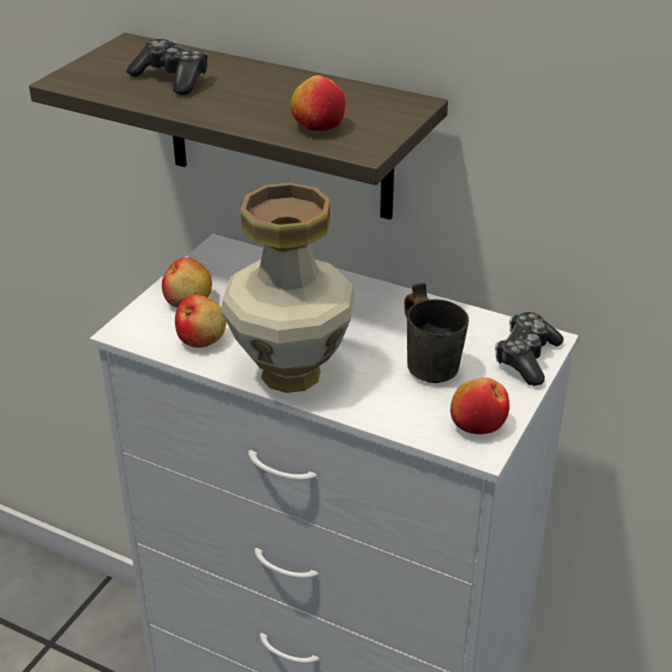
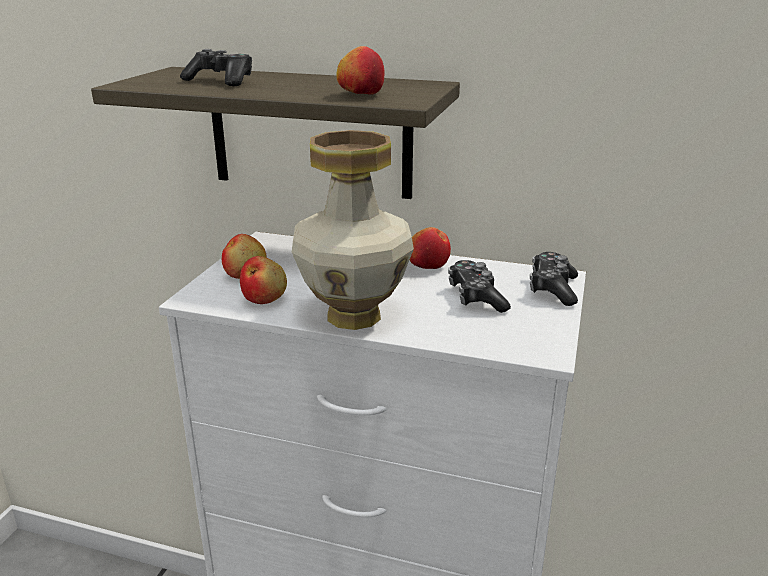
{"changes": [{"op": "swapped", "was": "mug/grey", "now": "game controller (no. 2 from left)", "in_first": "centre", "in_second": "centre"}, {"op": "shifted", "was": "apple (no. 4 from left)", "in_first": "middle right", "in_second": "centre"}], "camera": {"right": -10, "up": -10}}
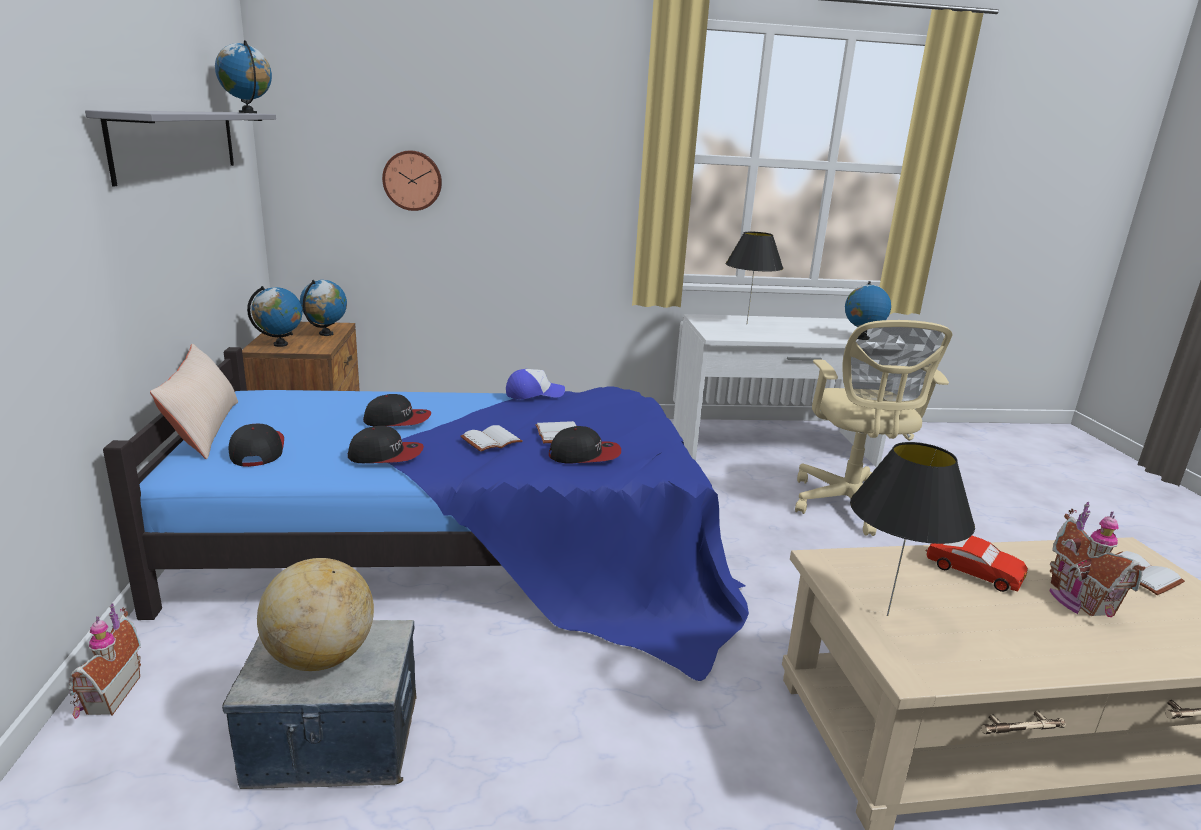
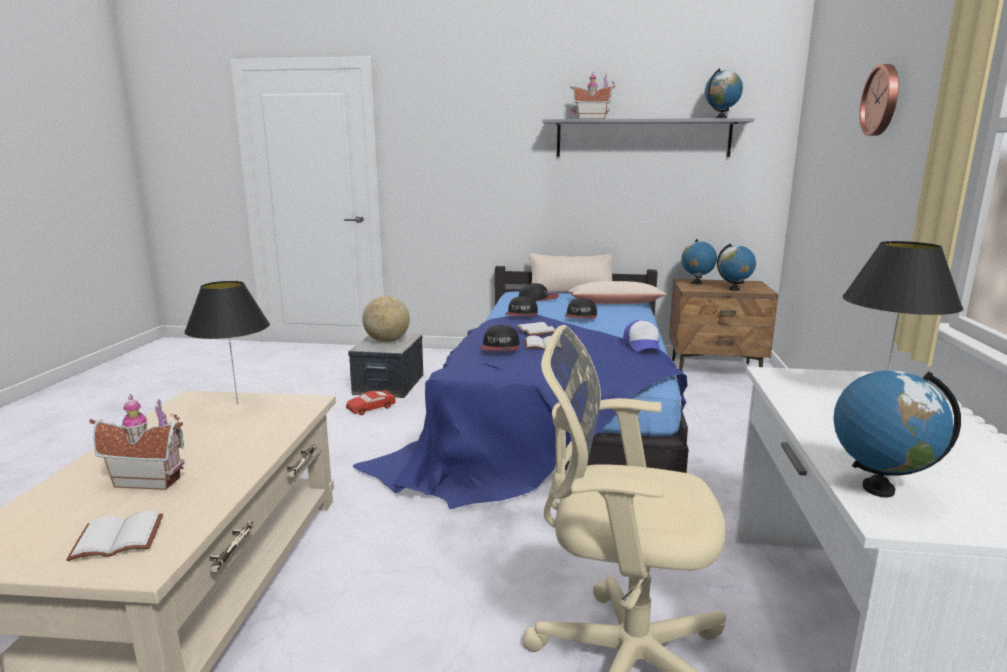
{"changes": [{"op": "shifted", "was": "toy house (no. 1 from left in the first image)", "now": "toy house (no. 2 from left)", "in_first": "bottom left", "in_second": "top centre"}, {"op": "shifted", "was": "wall clock", "in_first": "top centre", "in_second": "top right"}, {"op": "shifted", "was": "toy car/red", "in_first": "bottom right", "in_second": "centre"}, {"op": "new", "now": "pillow/beige (no. 2 from left)", "in_second": "centre"}], "camera": {"right": 105, "up": -5}}
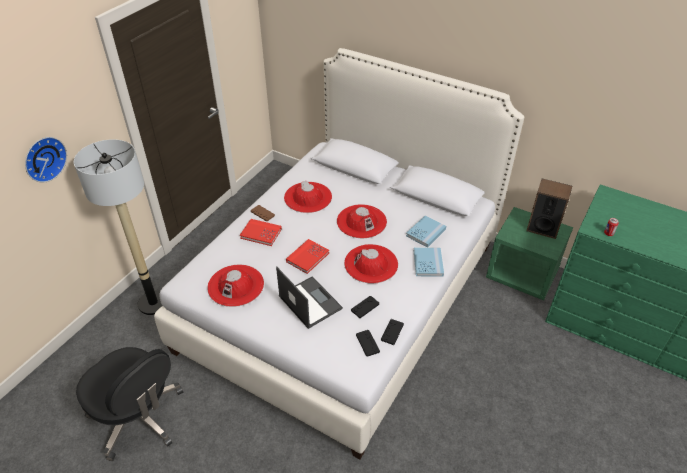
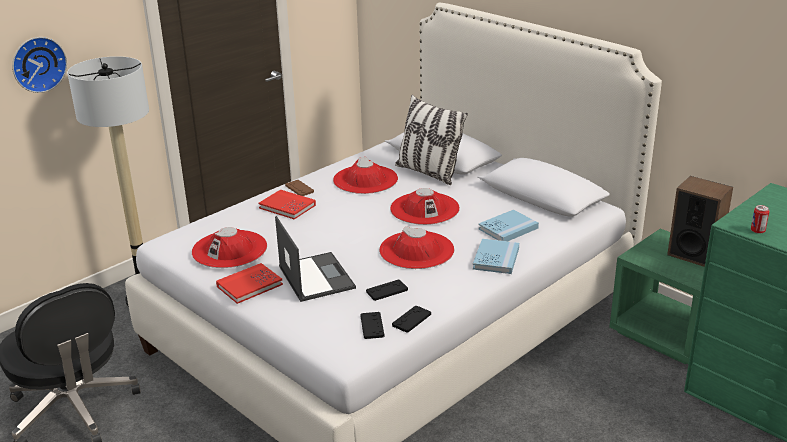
{"changes": [{"op": "shifted", "was": "book/red (no. 2 from left in the first image)", "now": "book/red (no. 1 from left)", "in_first": "centre", "in_second": "middle left"}, {"op": "new", "now": "pillow", "in_second": "top centre"}], "camera": {"right": 15, "up": -15}}
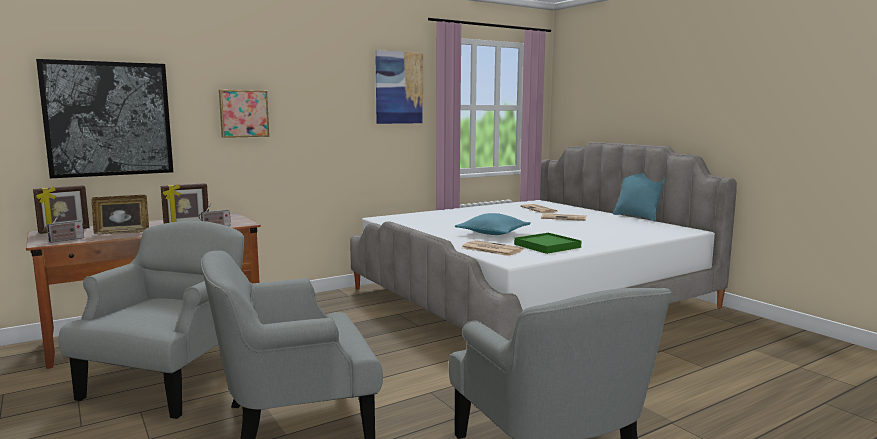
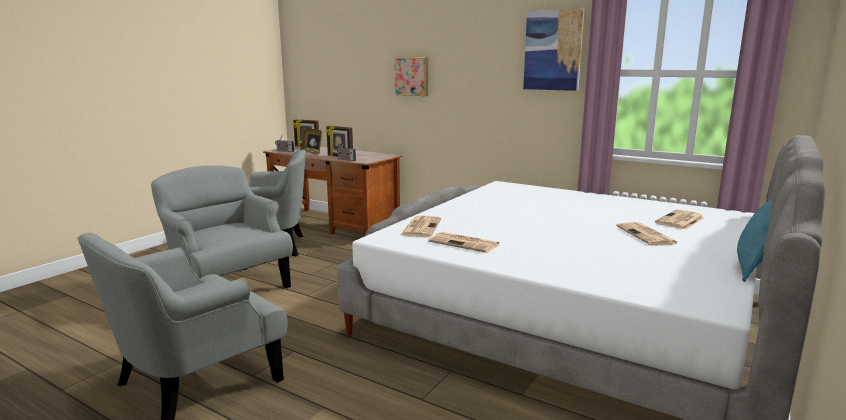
{"changes": [{"op": "gone", "was": "picture (no. 1 from left)", "in_first": "top left"}, {"op": "gone", "was": "pillow/turquoise (no. 1 from left)", "in_first": "centre"}, {"op": "swapped", "was": "tray/green", "now": "newspaper (no. 2 from left)", "in_first": "centre", "in_second": "centre"}], "camera": {"right": 65, "up": 5}}
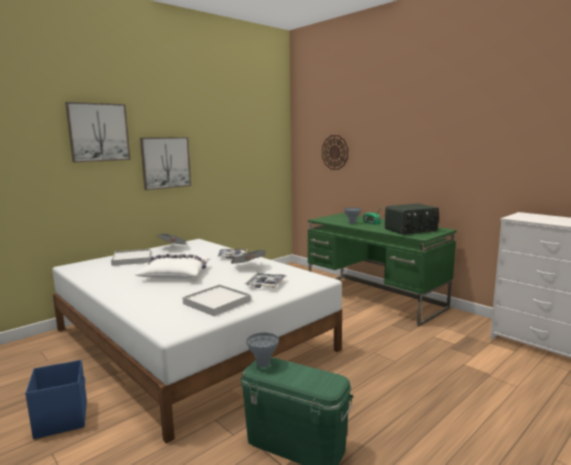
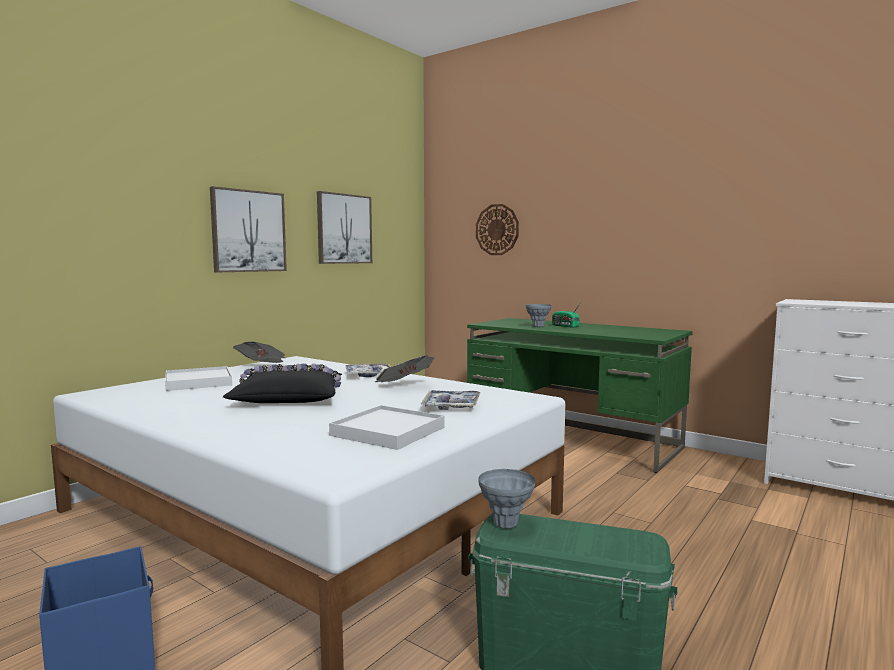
{"changes": [{"op": "shifted", "was": "picture (no. 1 from left in the first image)", "now": "picture (no. 2 from left)", "in_first": "top left", "in_second": "centre"}, {"op": "repainted", "was": "pillow/white", "now": "pillow/black", "in_first": "middle left", "in_second": "middle left"}, {"op": "gone", "was": "radio (no. 2 from left)", "in_first": "middle right"}], "camera": {"right": -10, "up": -5}}
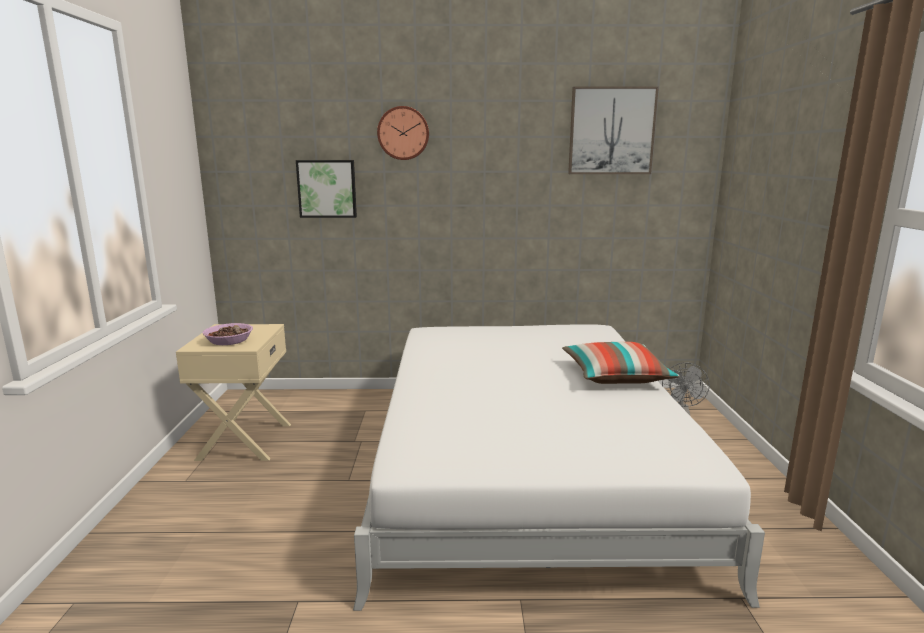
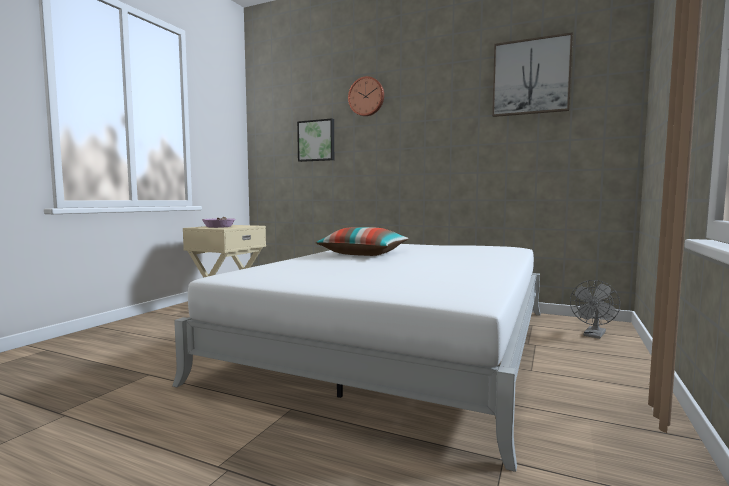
{"changes": [{"op": "shifted", "was": "pillow", "in_first": "middle right", "in_second": "centre"}], "camera": {"right": 25, "up": -10}}
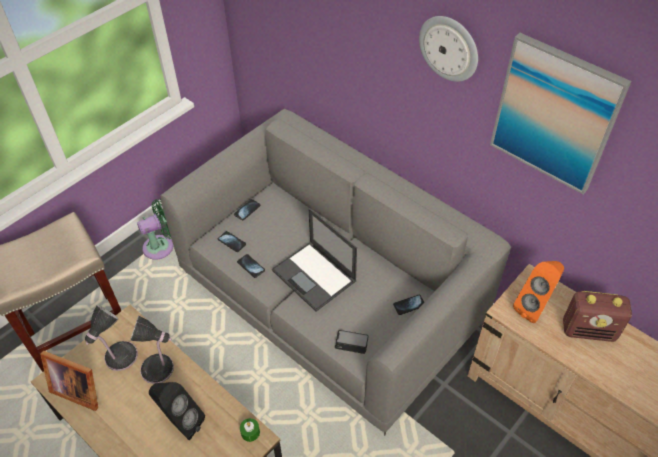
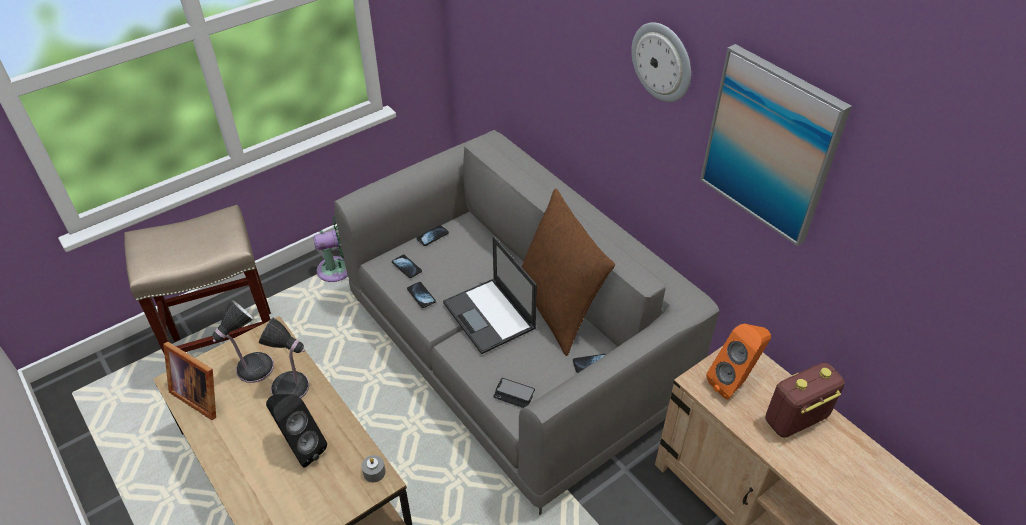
{"changes": [{"op": "repainted", "was": "candle/green", "now": "candle/grey", "in_first": "bottom centre", "in_second": "bottom centre"}, {"op": "rotated", "was": "radio", "in_first": "bottom right", "in_second": "bottom right", "clockwise": 135}, {"op": "new", "now": "pillow/brown", "in_second": "centre"}], "camera": {"right": 10, "up": -5}}
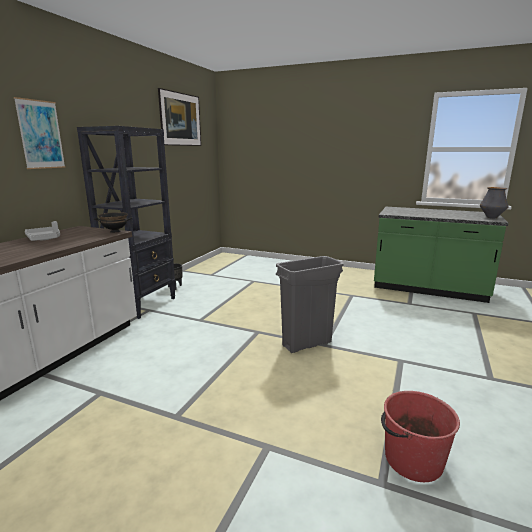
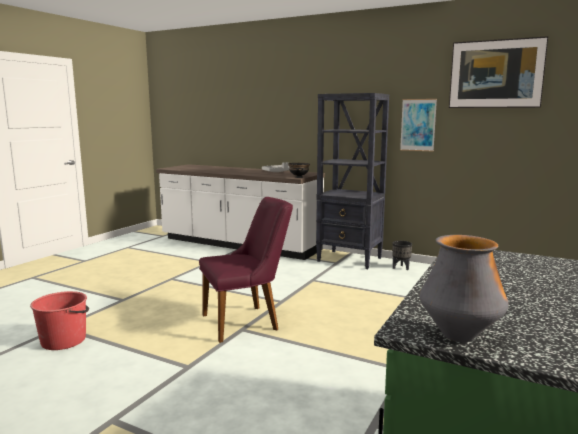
{"changes": [{"op": "shifted", "was": "picture (no. 1 from left)", "in_first": "top left", "in_second": "top right"}, {"op": "swapped", "was": "trash can/grey", "now": "chair/purple", "in_first": "centre", "in_second": "centre"}], "camera": {"right": 95, "up": -5}}
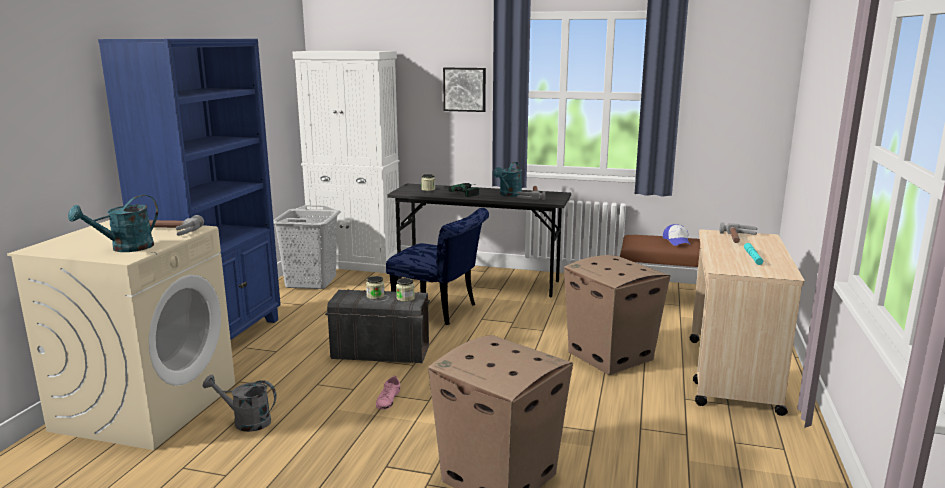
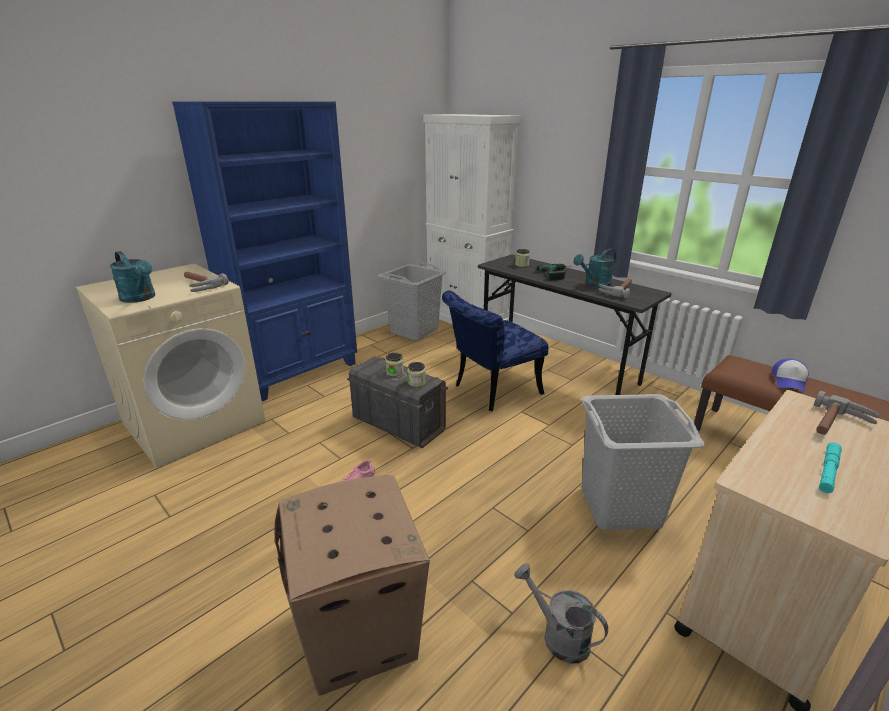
{"changes": [{"op": "rotated", "was": "watering can/turquoise (no. 1 from left)", "in_first": "middle left", "in_second": "middle left", "clockwise": -120}, {"op": "shifted", "was": "watering can/grey", "in_first": "bottom left", "in_second": "bottom centre"}, {"op": "rotated", "was": "chair/blue", "in_first": "centre", "in_second": "centre", "clockwise": 90}, {"op": "gone", "was": "picture", "in_first": "top centre"}, {"op": "swapped", "was": "cardboard box (no. 2 from left)", "now": "laundry basket/grey (no. 2 from left)", "in_first": "centre", "in_second": "middle right"}], "camera": {"right": 30, "up": 10}}
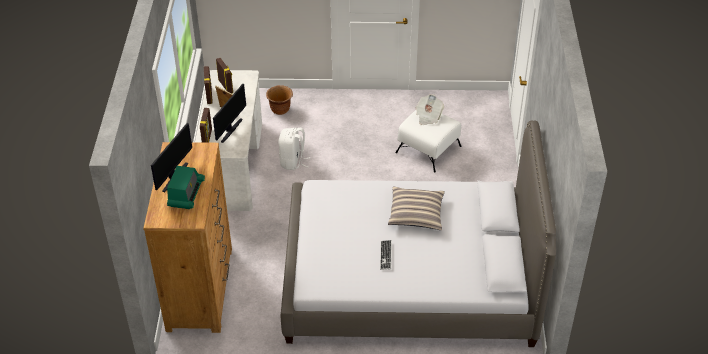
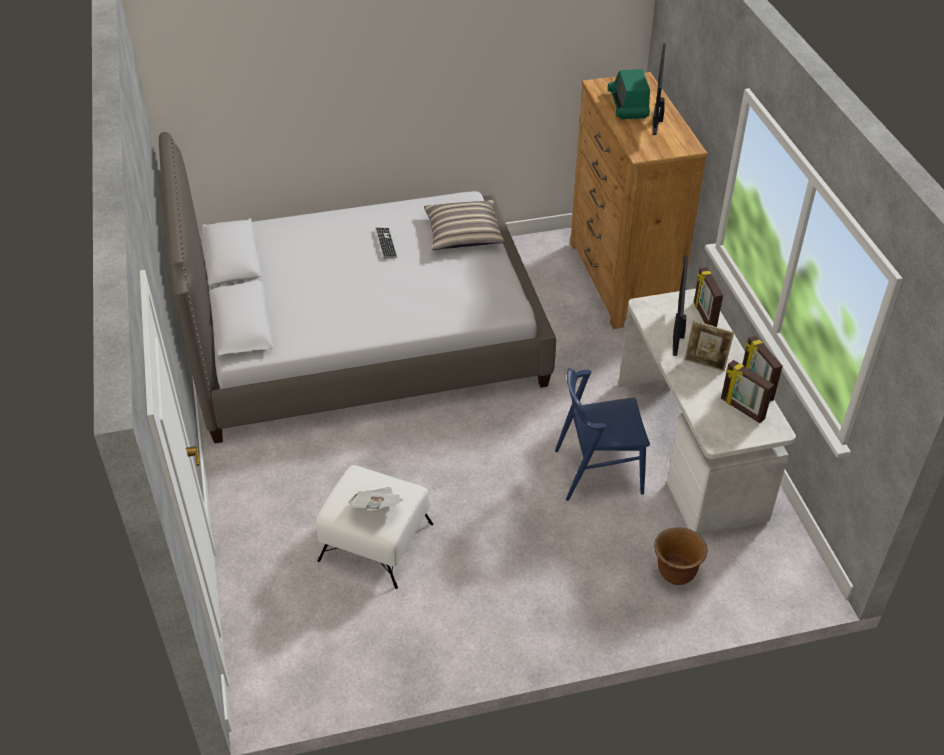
{"changes": [{"op": "swapped", "was": "backpack/white", "now": "chair/blue", "in_first": "centre", "in_second": "centre"}, {"op": "shifted", "was": "pillow", "in_first": "centre", "in_second": "top centre"}], "camera": {"right": 165, "up": 0}}
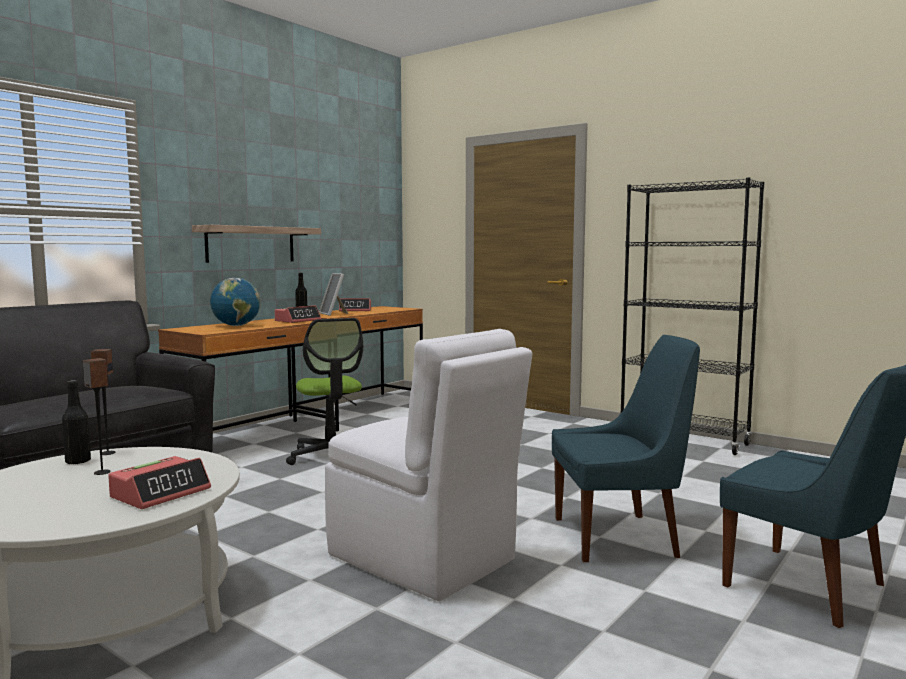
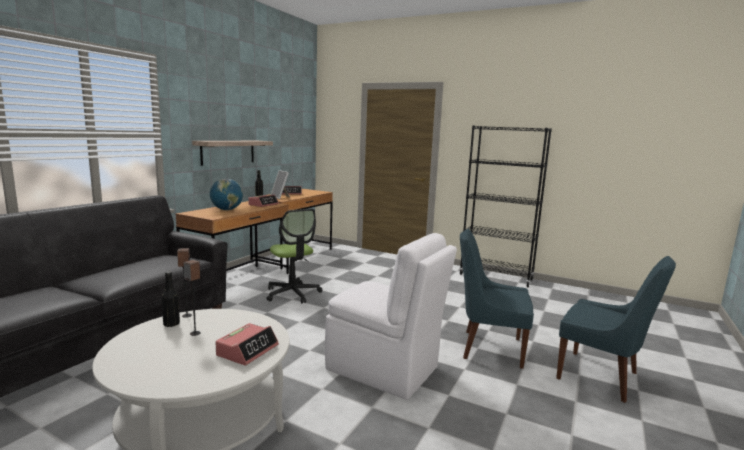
{"changes": [{"op": "rotated", "was": "chair/blue (no. 1 from left)", "in_first": "middle right", "in_second": "middle right", "clockwise": -150}], "camera": {"right": -10, "up": 5}}
